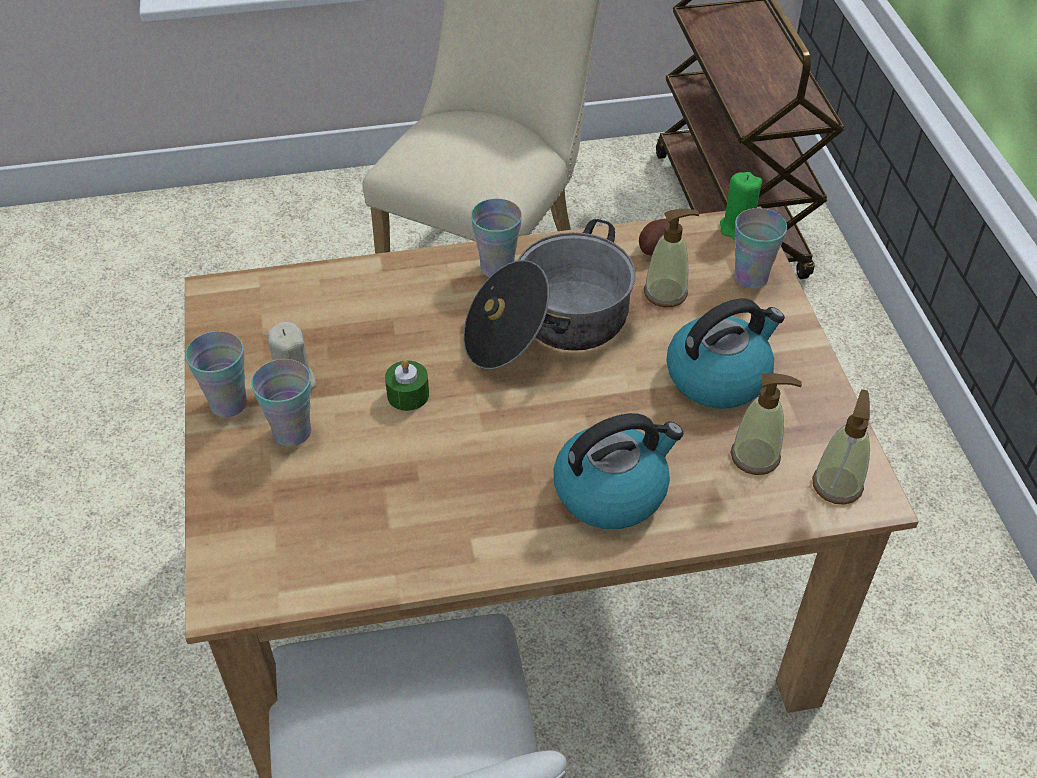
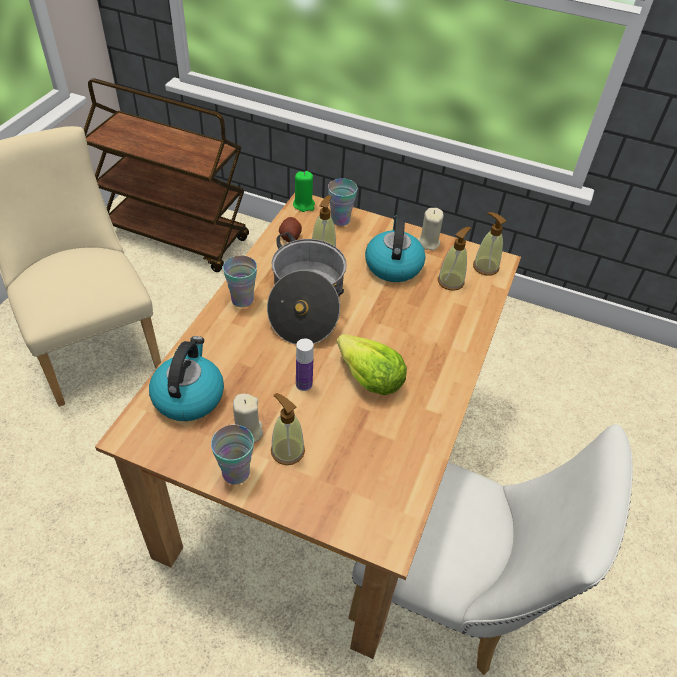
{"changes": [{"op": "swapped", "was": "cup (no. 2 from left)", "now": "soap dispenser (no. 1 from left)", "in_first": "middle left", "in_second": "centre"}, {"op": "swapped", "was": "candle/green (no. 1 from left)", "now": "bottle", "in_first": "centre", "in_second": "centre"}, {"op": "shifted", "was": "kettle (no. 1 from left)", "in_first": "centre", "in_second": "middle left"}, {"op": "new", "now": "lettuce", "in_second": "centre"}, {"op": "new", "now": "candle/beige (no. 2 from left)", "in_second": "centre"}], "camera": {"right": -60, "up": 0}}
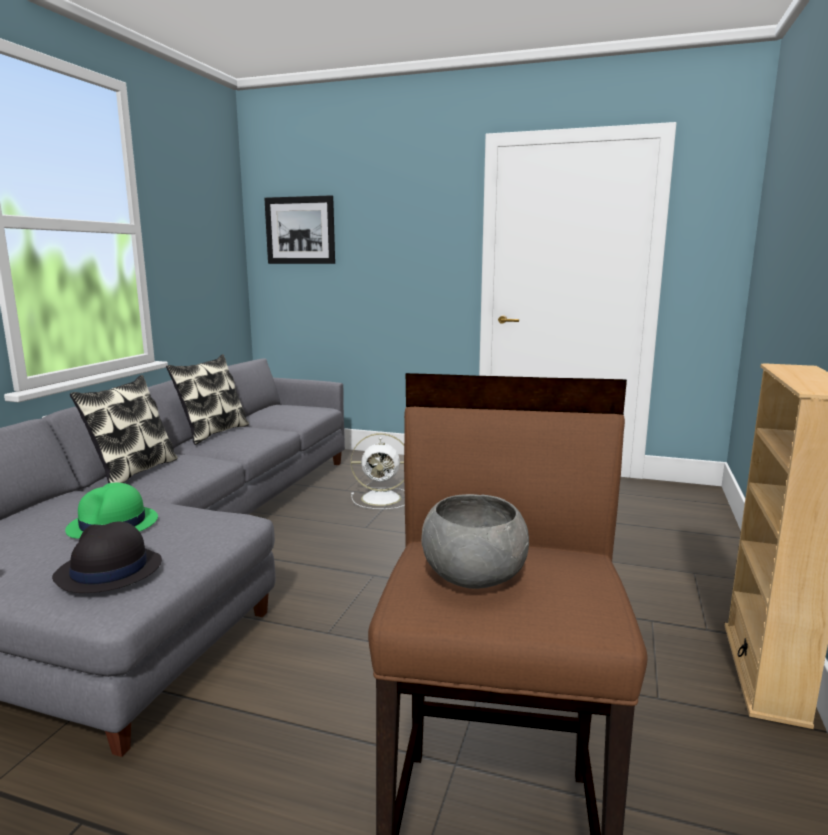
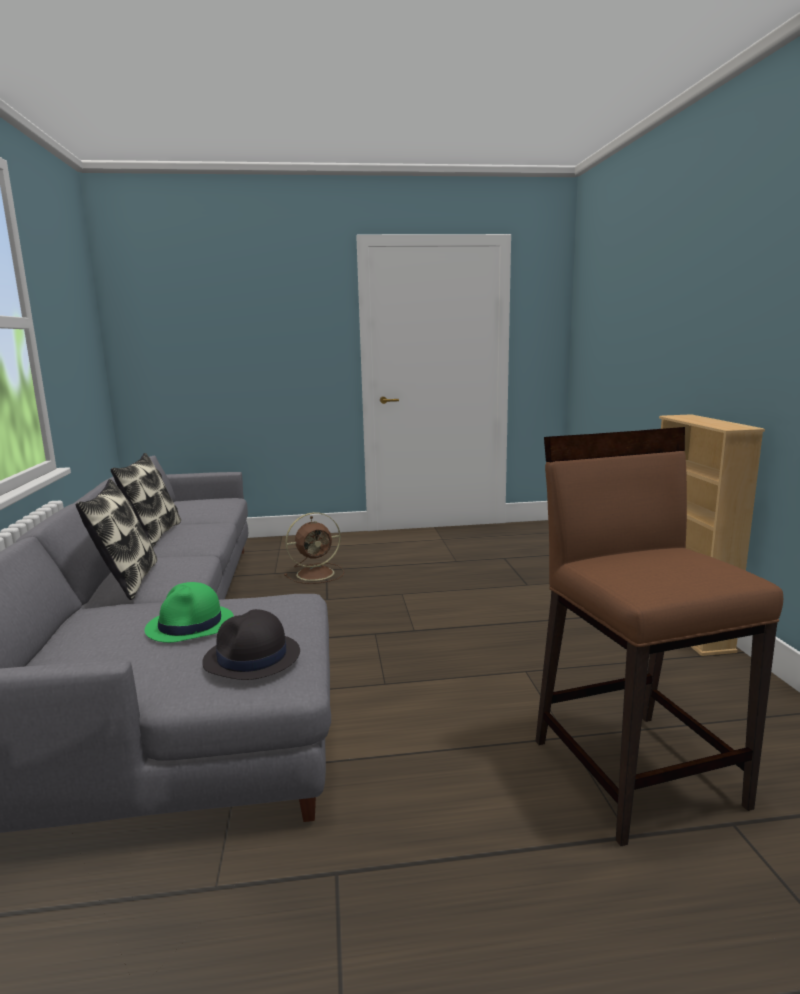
{"changes": [{"op": "gone", "was": "picture", "in_first": "top centre"}, {"op": "repainted", "was": "fan/white", "now": "fan/brown", "in_first": "centre", "in_second": "centre"}, {"op": "gone", "was": "bowl/grey", "in_first": "centre"}], "camera": {"right": -25, "up": 0}}
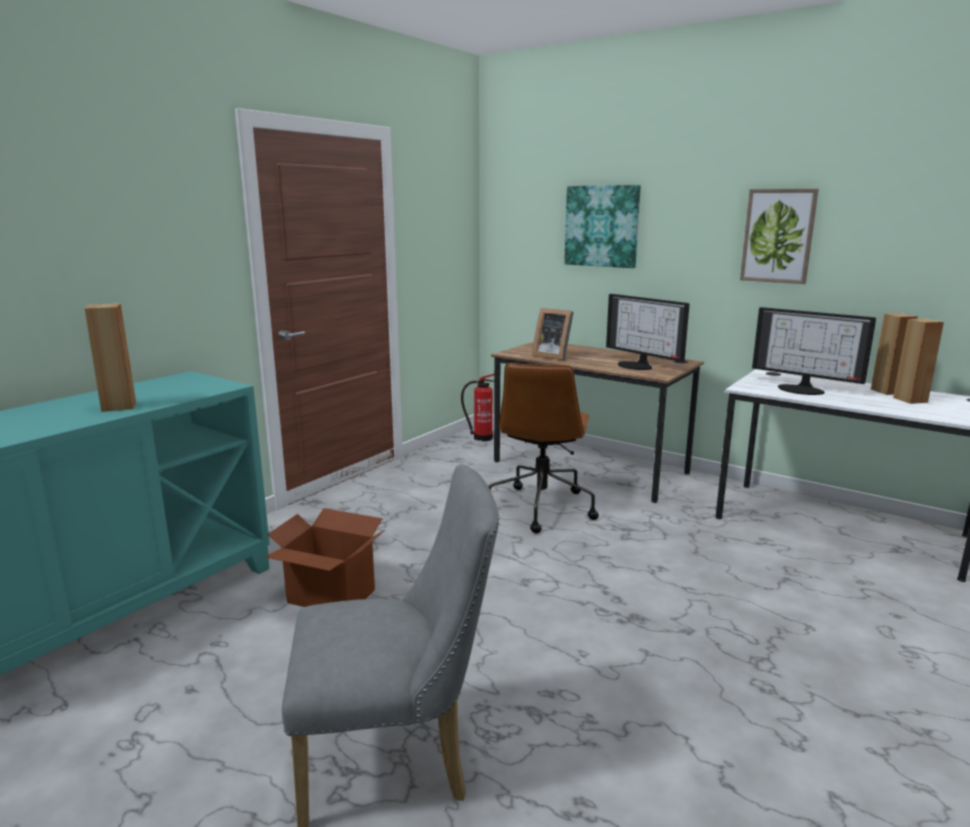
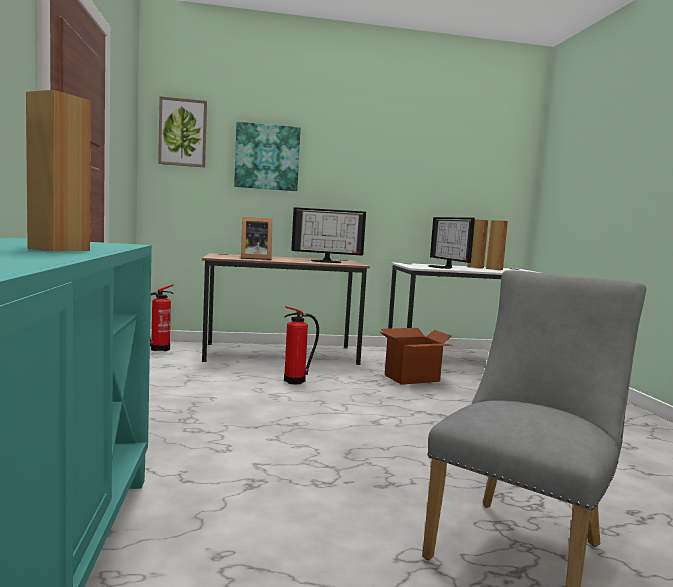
{"changes": [{"op": "shifted", "was": "cardboard box", "in_first": "bottom centre", "in_second": "centre"}, {"op": "swapped", "was": "office chair/brown", "now": "fire extinguisher (no. 2 from left)", "in_first": "centre", "in_second": "centre"}, {"op": "shifted", "was": "picture (no. 2 from left in the first image)", "now": "picture (no. 1 from left)", "in_first": "top right", "in_second": "top left"}, {"op": "rotated", "was": "monitor (no. 2 from left)", "in_first": "middle right", "in_second": "middle right", "clockwise": 75}], "camera": {"right": -45, "up": -10}}
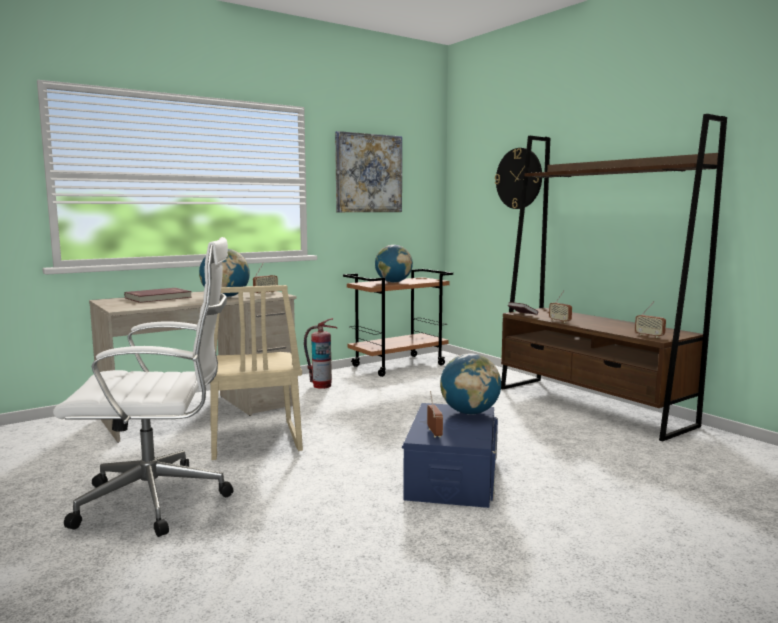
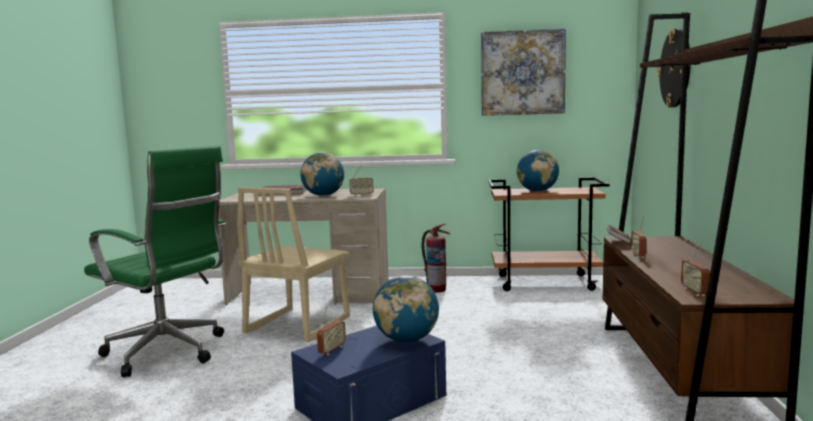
{"changes": [{"op": "repainted", "was": "office chair/white", "now": "office chair/green", "in_first": "middle left", "in_second": "middle left"}], "camera": {"right": 40, "up": 0}}
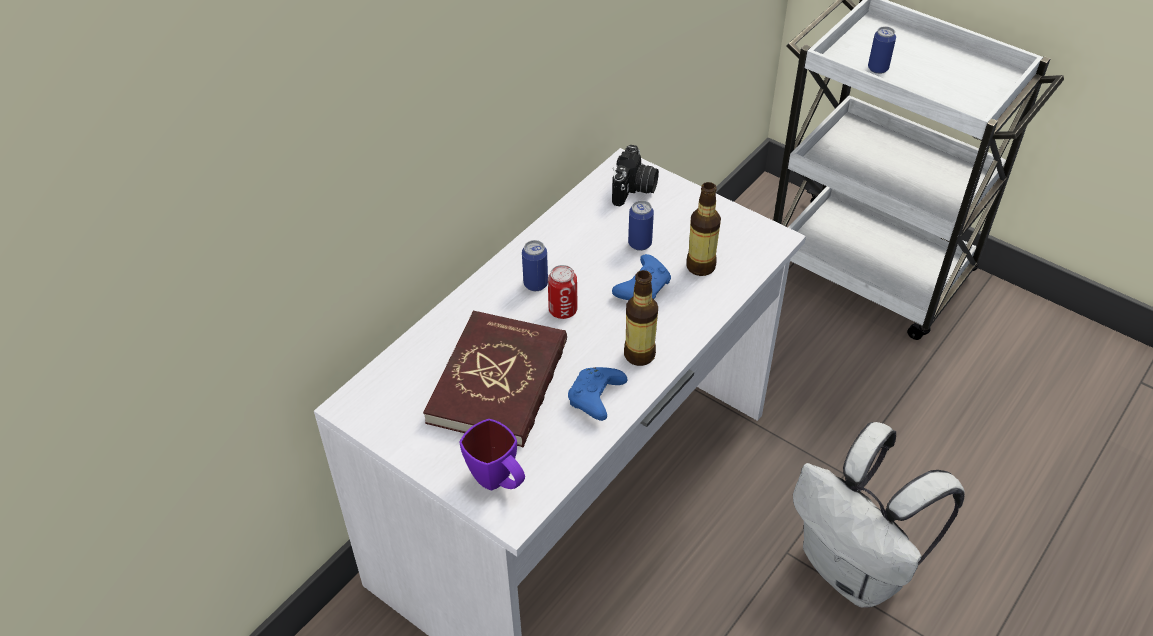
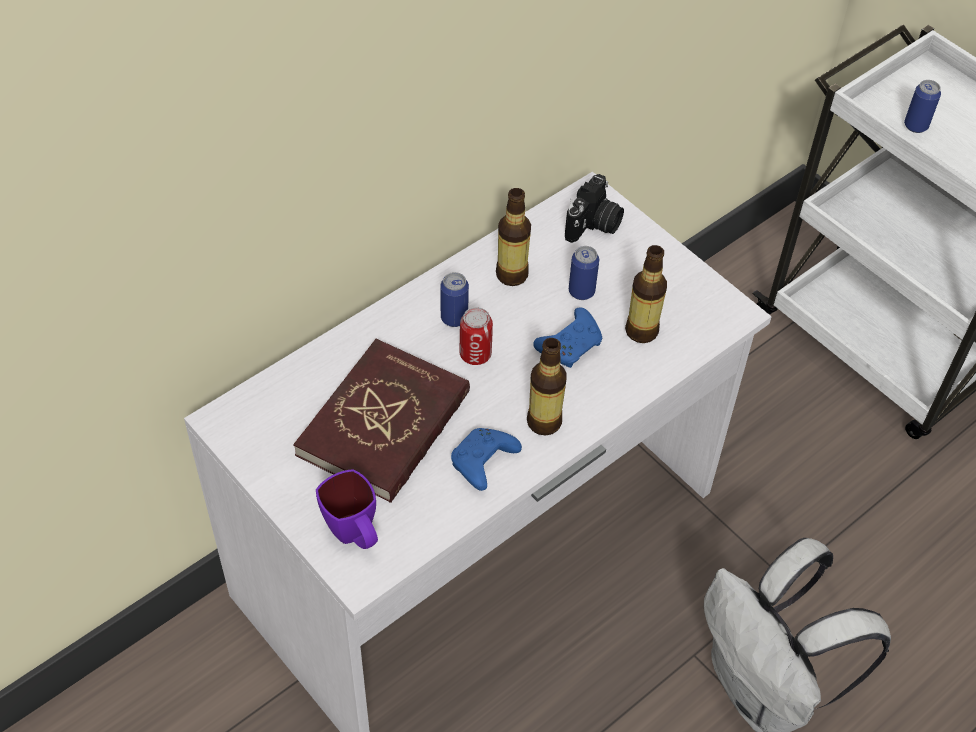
{"changes": [{"op": "new", "now": "bottle (no. 1 from left)", "in_second": "top centre"}], "camera": {"right": 10, "up": 5}}
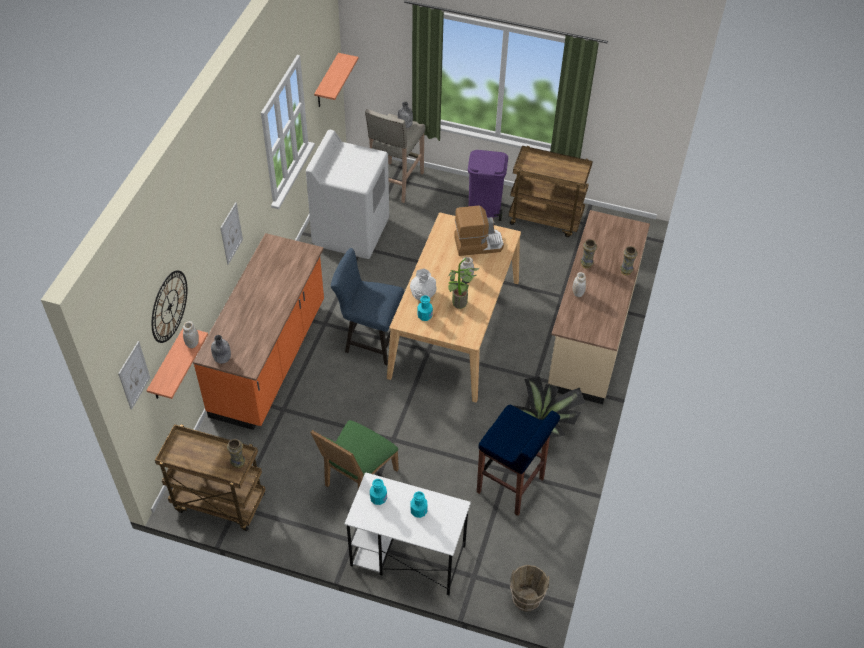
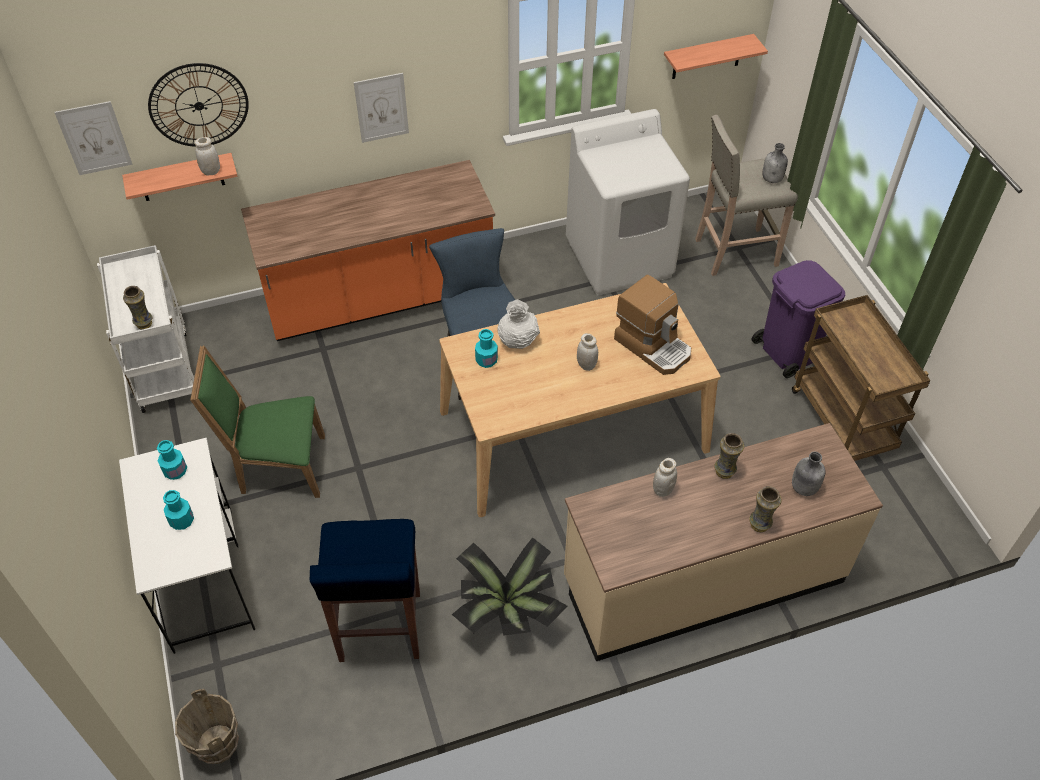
{"changes": [{"op": "repainted", "was": "cart/brown (no. 1 from left)", "now": "cart/white", "in_first": "bottom left", "in_second": "middle left"}, {"op": "shifted", "was": "bottle/grey (no. 1 from left in the first image)", "now": "bottle/grey (no. 2 from left)", "in_first": "middle left", "in_second": "middle right"}, {"op": "gone", "was": "potted plant (no. 1 from left)", "in_first": "centre"}], "camera": {"right": 55, "up": 0}}
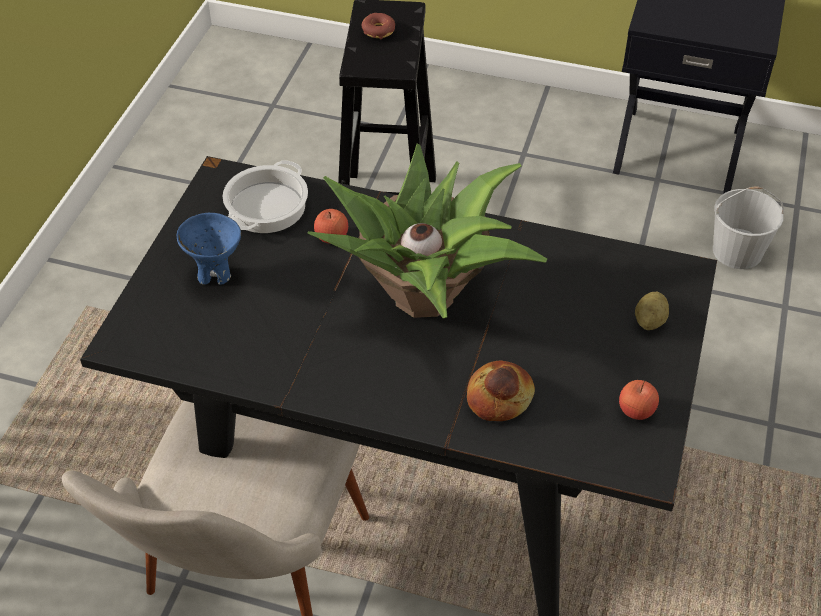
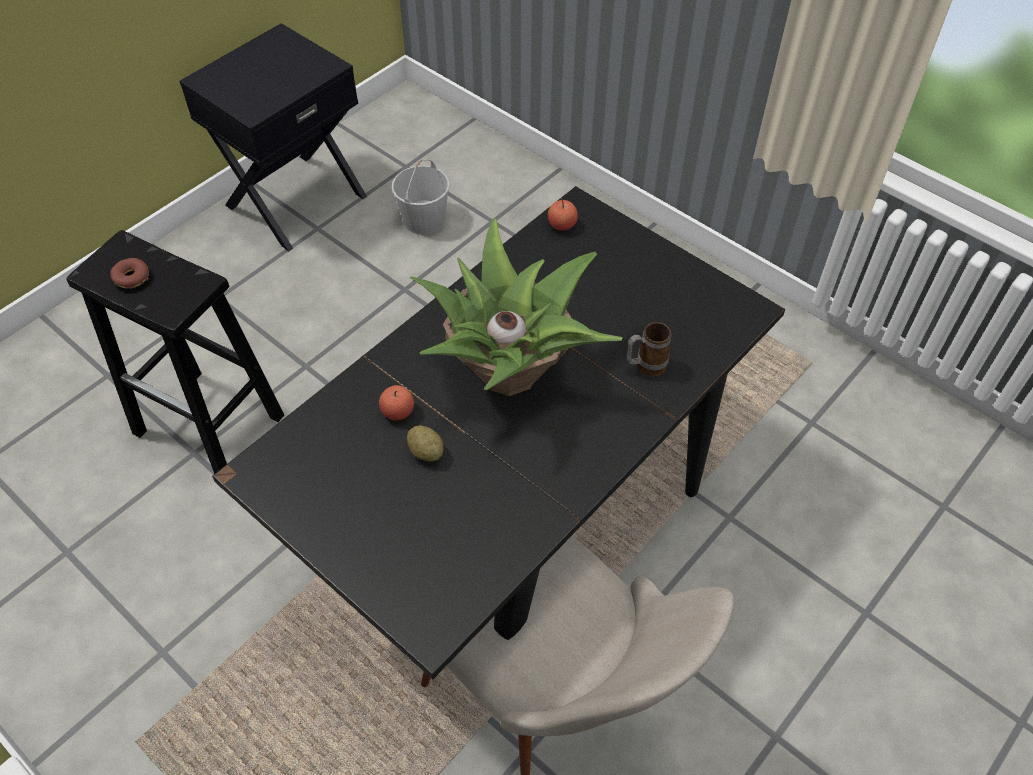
{"changes": [{"op": "gone", "was": "bowl/blue", "in_first": "middle left"}, {"op": "gone", "was": "cooking pot", "in_first": "top left"}, {"op": "swapped", "was": "bread", "now": "mug", "in_first": "centre", "in_second": "centre"}, {"op": "shifted", "was": "apple (no. 2 from left)", "in_first": "middle right", "in_second": "top centre"}, {"op": "shifted", "was": "potato", "in_first": "middle right", "in_second": "centre"}], "camera": {"right": -65, "up": 5}}
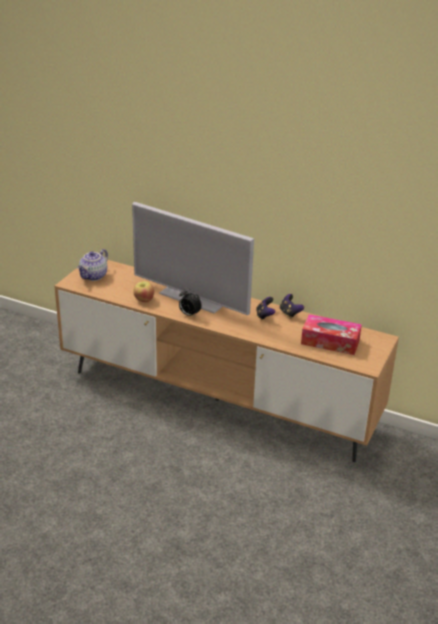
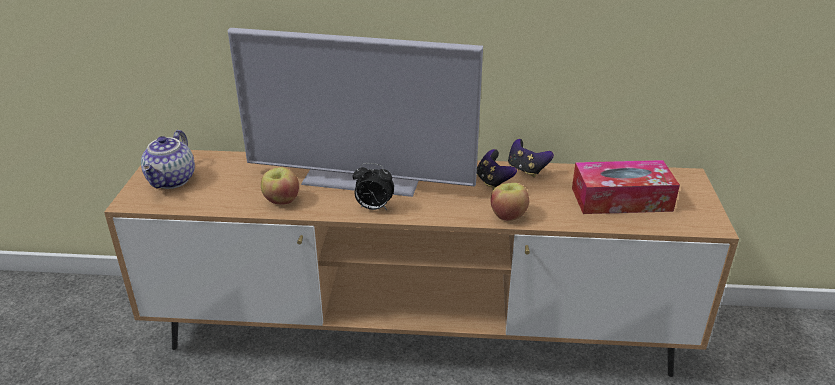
{"changes": [{"op": "new", "now": "apple (no. 2 from left)", "in_second": "centre"}], "camera": {"right": -20, "up": 0}}
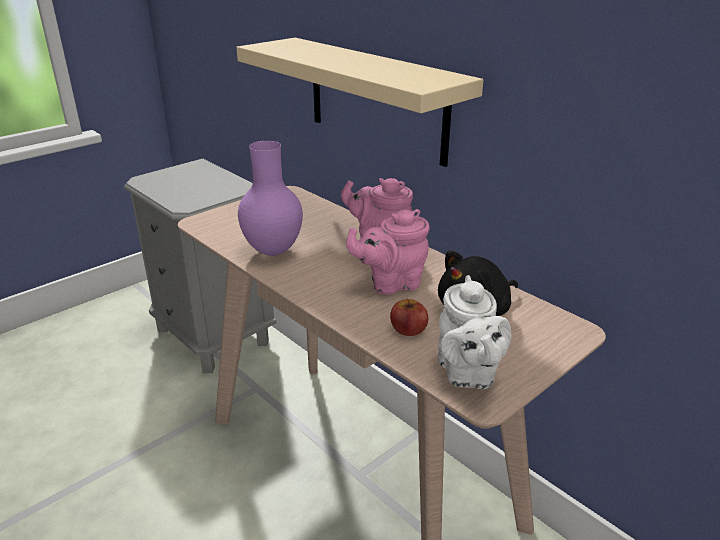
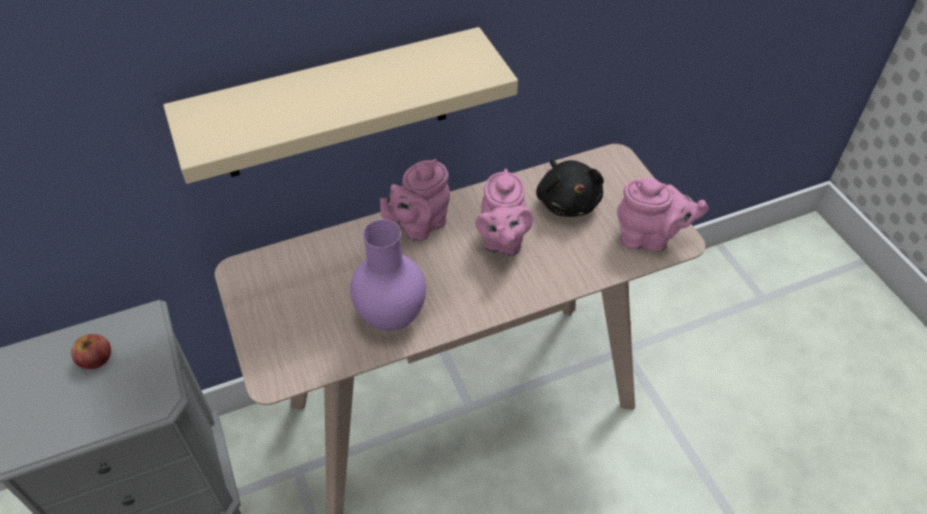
{"changes": [{"op": "shifted", "was": "apple", "in_first": "centre", "in_second": "bottom left"}, {"op": "repainted", "was": "teapot/white", "now": "teapot/pink (no. 3 from left)", "in_first": "centre", "in_second": "middle right"}], "camera": {"right": -70, "up": 20}}
